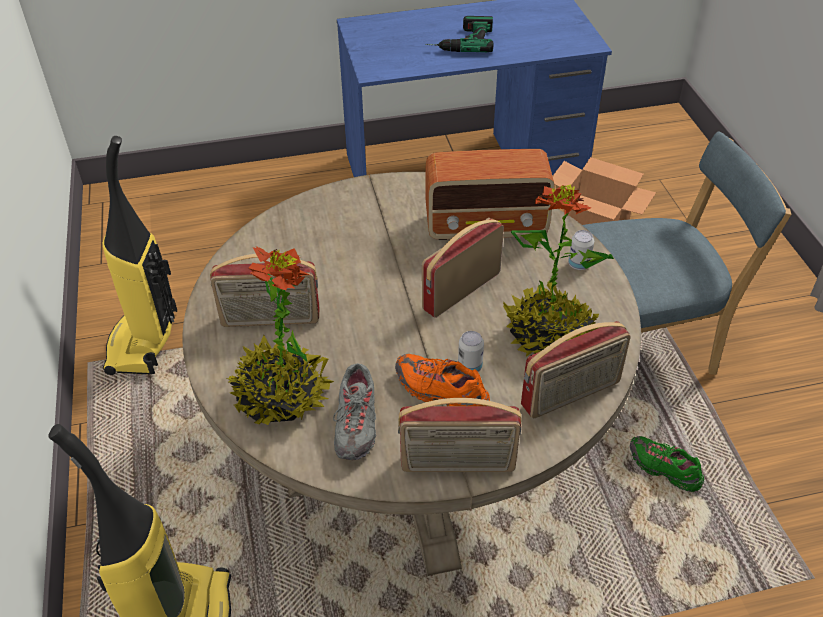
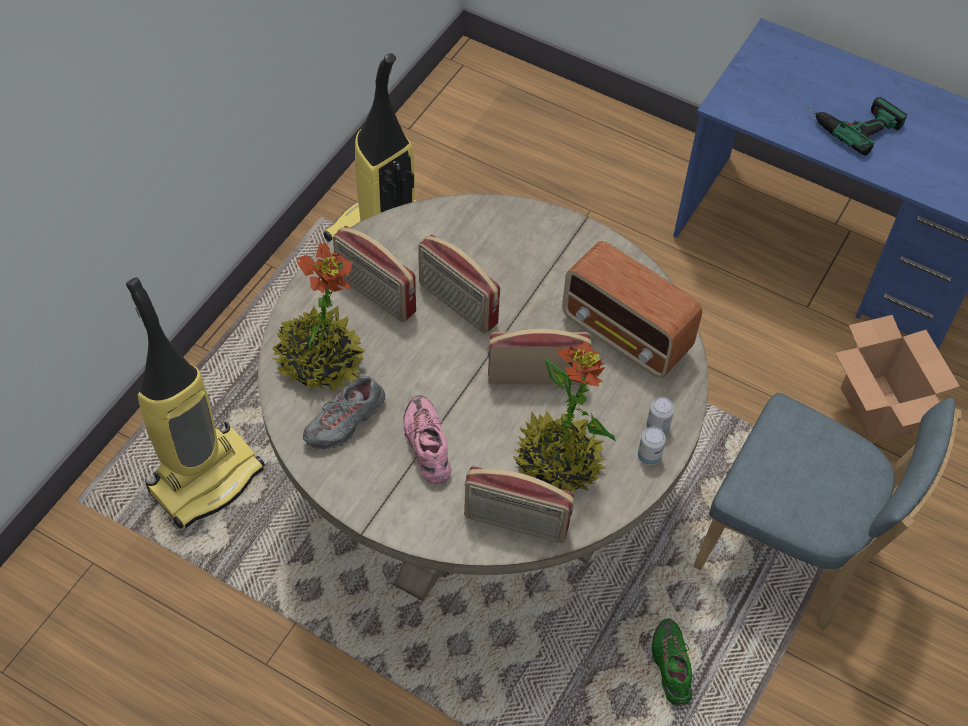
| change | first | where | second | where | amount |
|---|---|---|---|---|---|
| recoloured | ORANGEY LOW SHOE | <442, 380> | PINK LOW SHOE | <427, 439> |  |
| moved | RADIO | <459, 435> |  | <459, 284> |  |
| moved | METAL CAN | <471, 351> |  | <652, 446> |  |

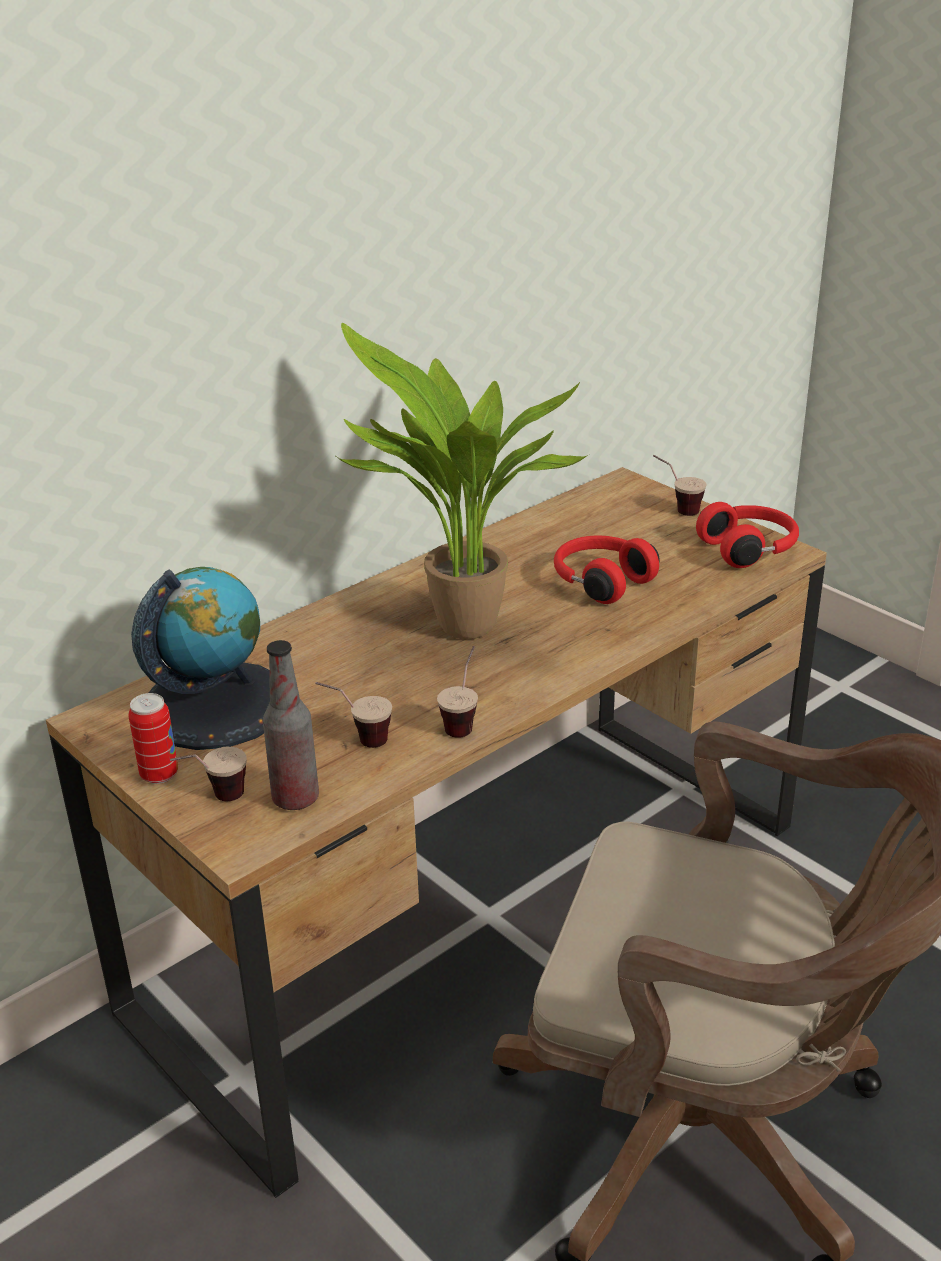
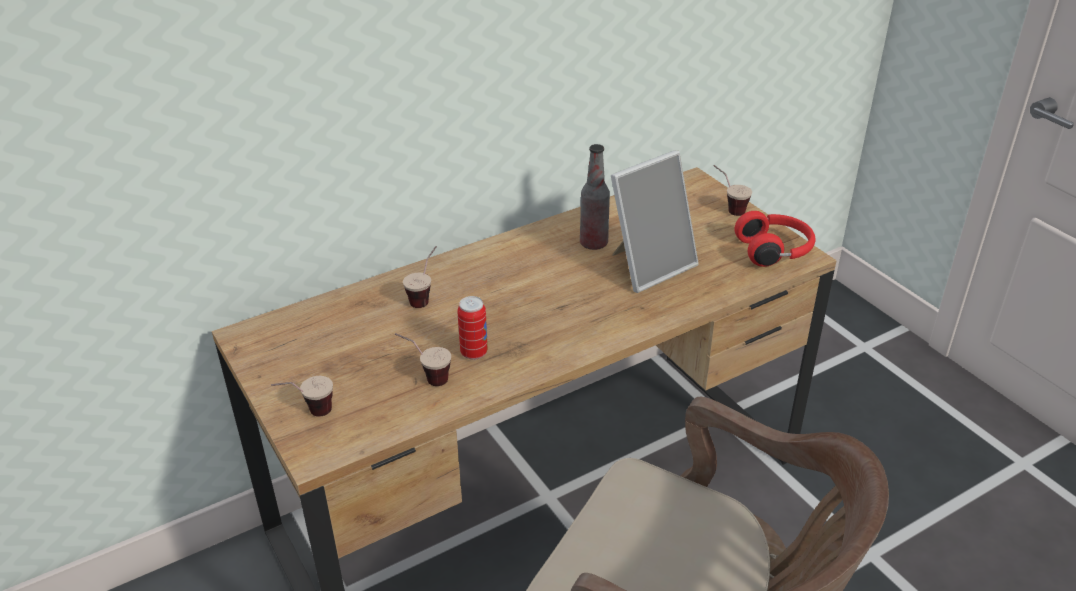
| change | first | where | second | where | amount |
|---|---|---|---|---|---|
| moved | SMALL CUP | <457, 692> |  | <420, 277> |  |
| moved | METAL CAN | <153, 738> |  | <472, 328> |  |
| moved | BOTTLE | <291, 725> |  | <595, 197> |  |
| replaced | RED HEADSET | <607, 569> | STANDING FRAME | <655, 221> |  |
| removed | WORLD GLOBE | <200, 658> |  |  |  |
| removed | POTTED PLANT | <462, 481> |  |  |  |

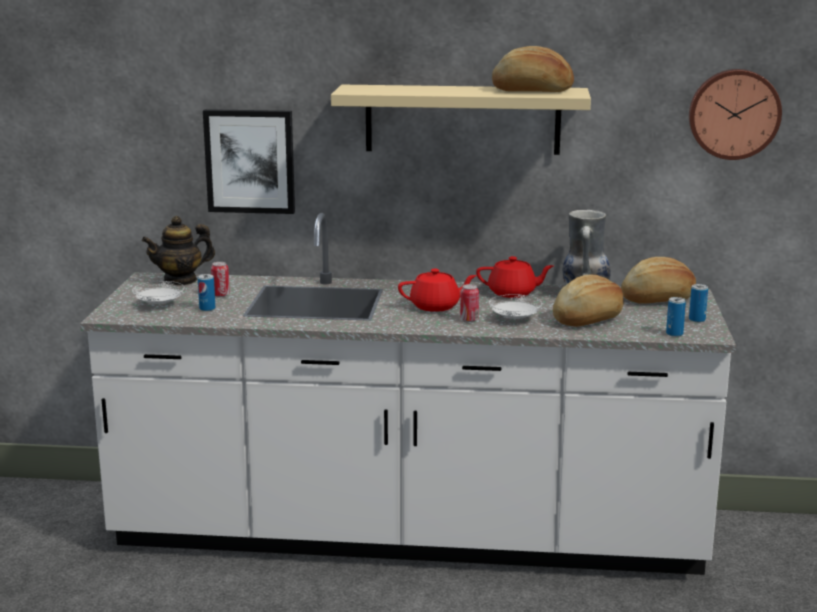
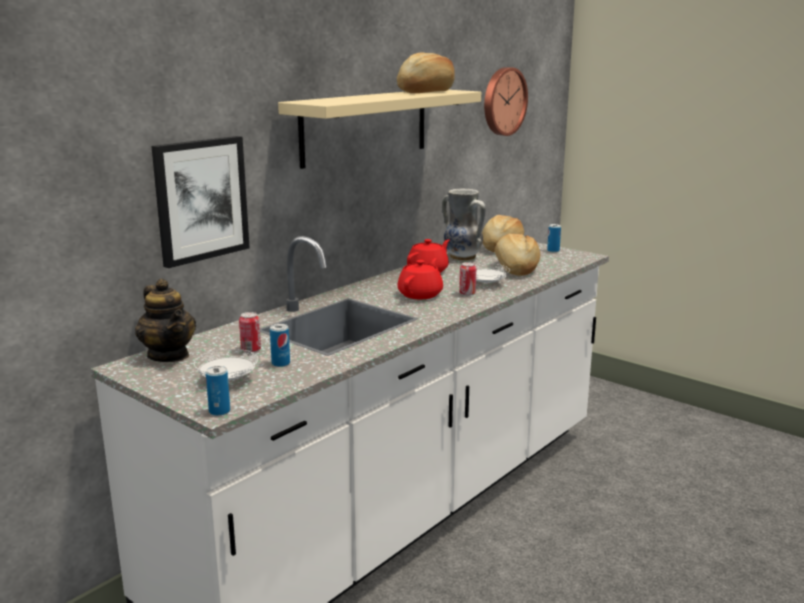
| change | first | where | second | where | amount |
|---|---|---|---|---|---|
| turned | TEA POT | <178, 251> |  | <165, 320> | 45 degrees counterclockwise |
| moved | METAL CAN | <676, 317> |  | <218, 391> |  |

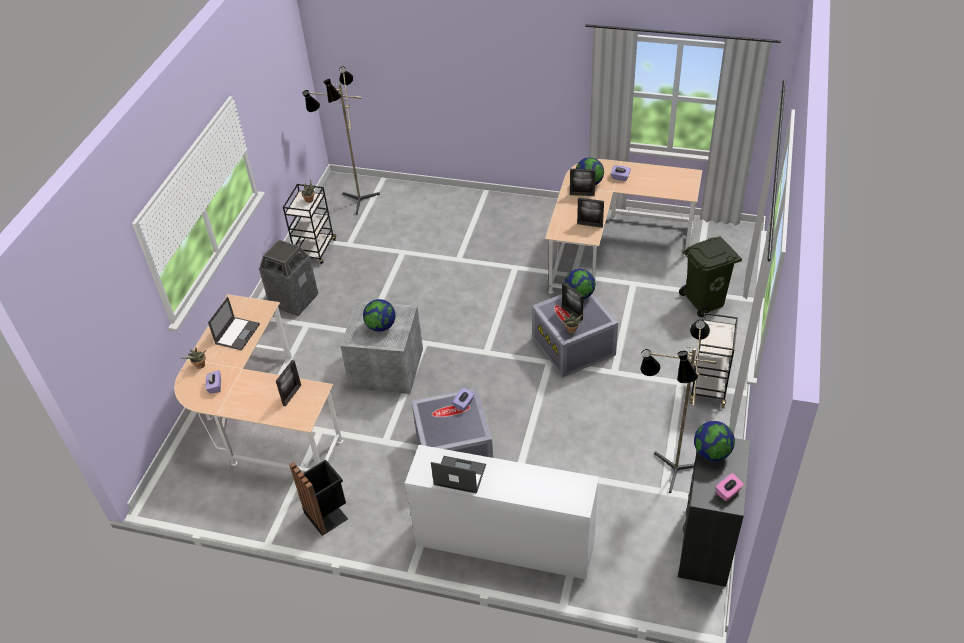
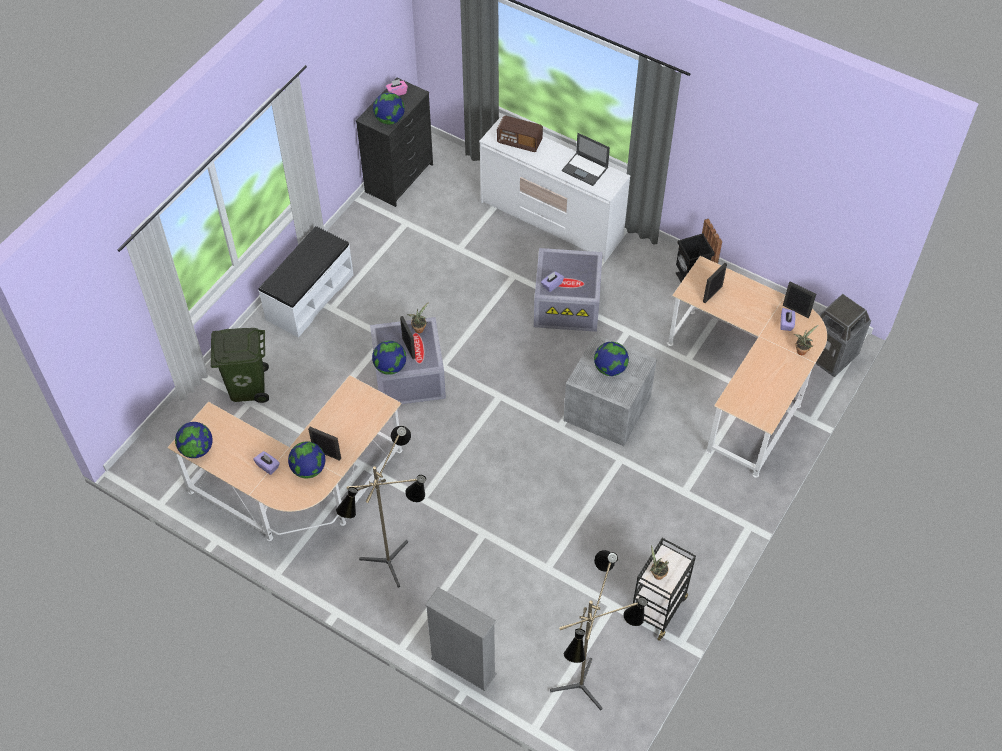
| change | first | where | second | where | amount |
|---|---|---|---|---|---|
| added |  |  | WORLD GLOBE | <194, 440> |  |
| replaced | BLACK TROLLEY | <713, 361> | WHITE BENCH | <306, 282> |  |
| moved | FLOOR LAMP | <679, 406> |  | <381, 507> |  |
| added |  |  | GREY SHELVING UNIT | <461, 639> |  |
| added |  |  | RADIO | <520, 133> |  |
| moved | STANDING FRAME | <590, 212> |  | <799, 299> |  |
| moved | WASTE BIN | <288, 278> |  | <843, 335> |  |
| removed | LAPTOP | <234, 323> |  |  |  |

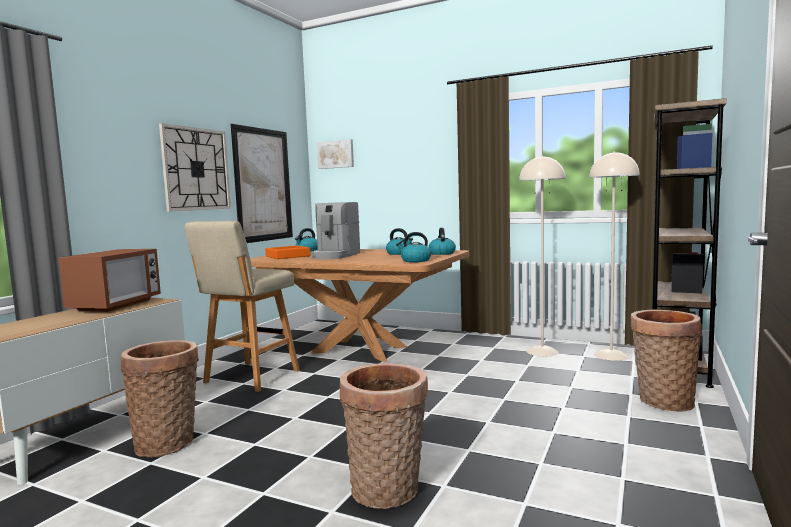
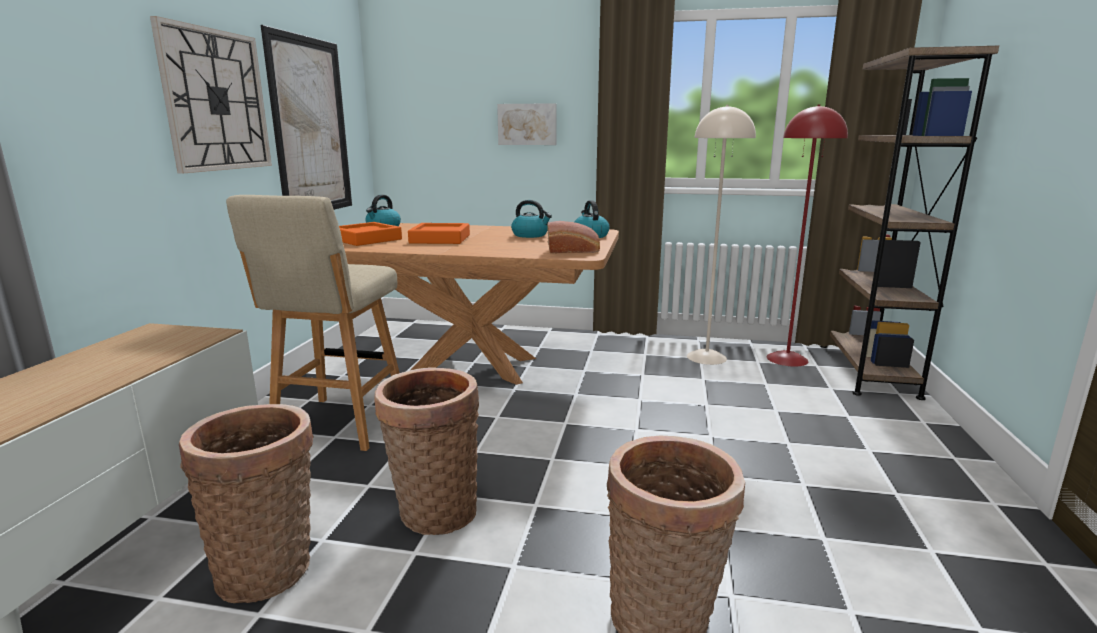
| change | first | where | second | where | amount |
|---|---|---|---|---|---|
| moved | BASKET | <666, 361> |  | <426, 451> |  |
| replaced | COFFEE MAKER | <335, 231> | ORANGEY CARRYING TRAY | <439, 233> |  |
| moved | WALL PICTURE | <335, 154> |  | <527, 124> |  |
| replaced | WATER KETTLE | <413, 247> | BAKED BREAD | <573, 237> |  |
| recoloured | BEIGE-COLOURED FLOOR LAMP | <614, 256> | RED FLOOR LAMP | <807, 235> |  |
| removed | MICROWAVE OVEN | <109, 280> |  |  |  |

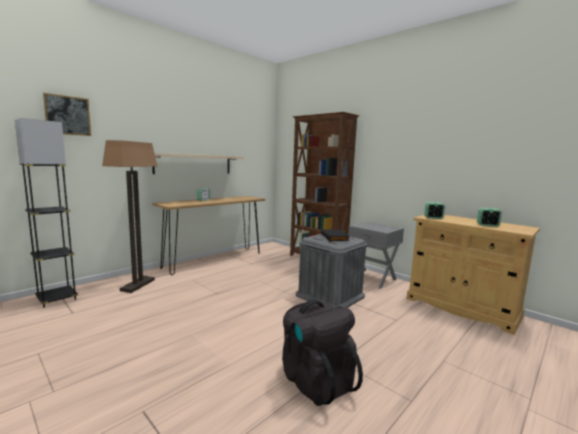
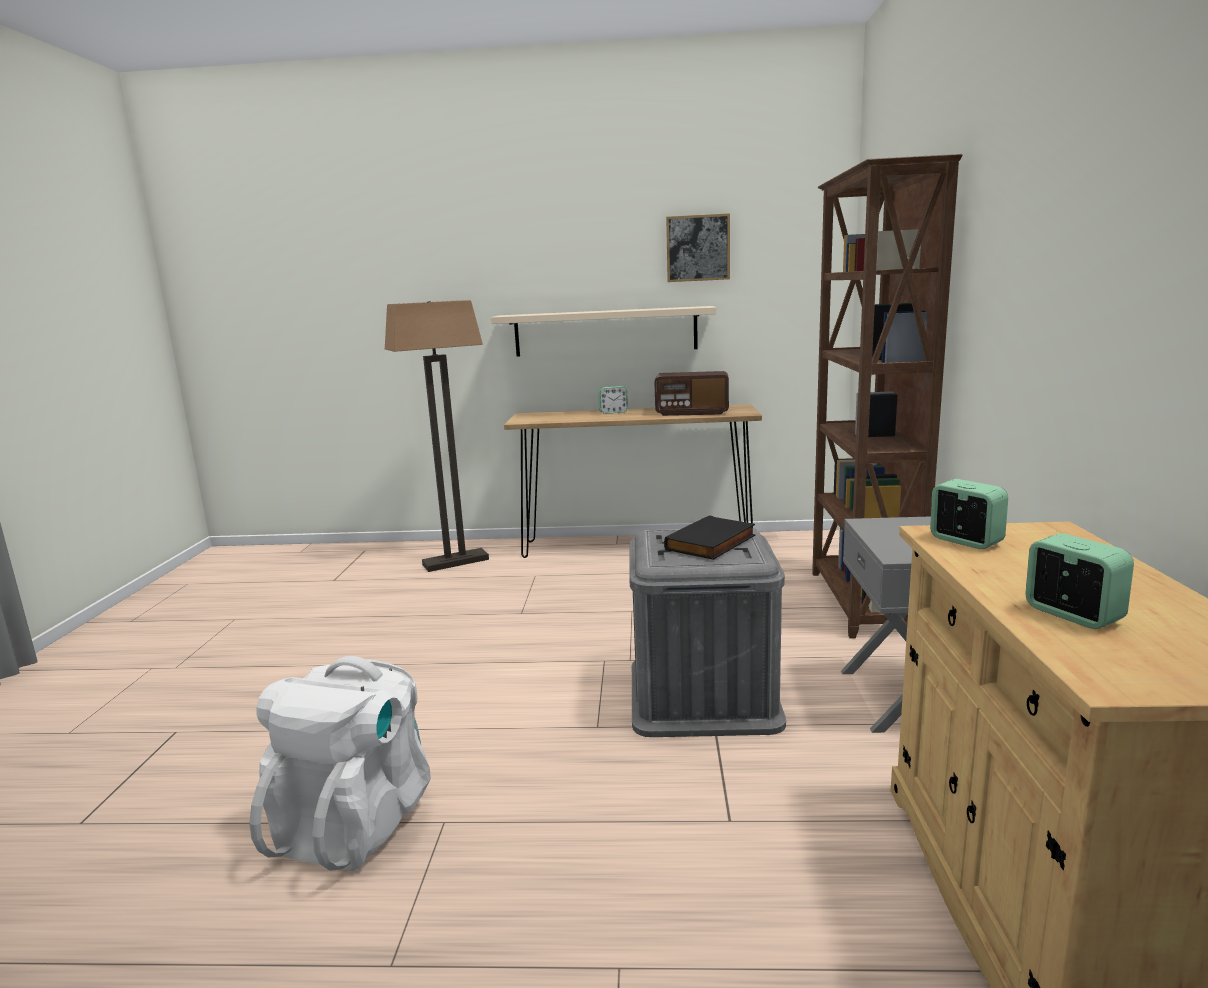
| change | first | where | second | where | amount |
|---|---|---|---|---|---|
| recoloured | BLACK KNAPSACK | <322, 352> | WHITE KNAPSACK | <340, 763> |  |
| added |  |  | RADIO | <691, 393> |  |
| moved | WALL PICTURE | <67, 114> |  | <698, 247> |  |
| removed | GREY FLOOR LAMP | <46, 213> |  |  |  |

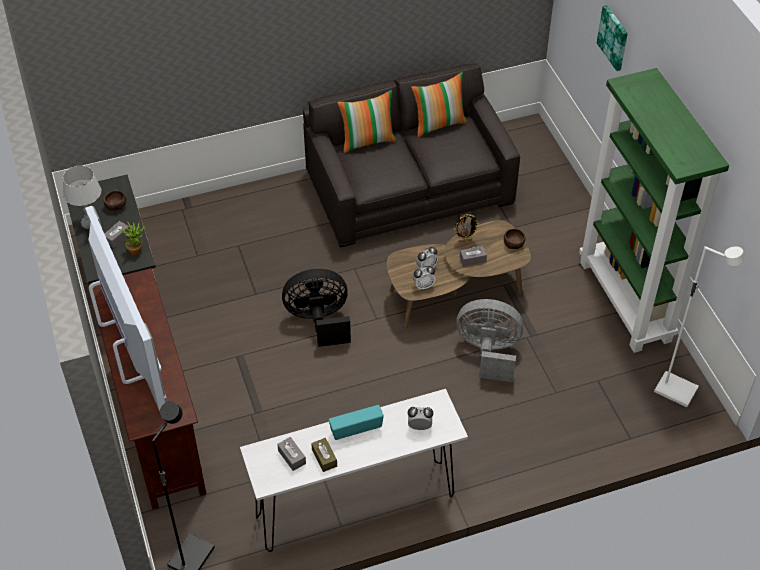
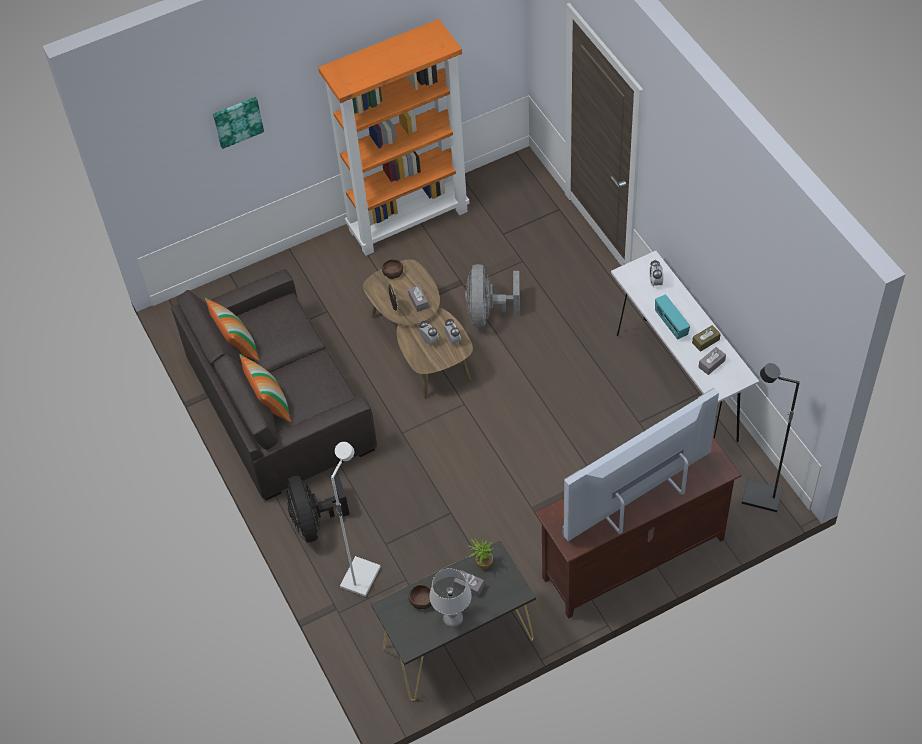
| change | first | where | second | where | amount |
|---|---|---|---|---|---|
| moved | BLACK FAN | <316, 308> |  | <318, 506> |  |
| recoloured | GREENISH SHELVING UNIT | <654, 210> | ORANGEY SHELVING UNIT | <394, 137> |  |
| moved | WHITE FLOOR LAMP | <699, 326> |  | <356, 519> |  |

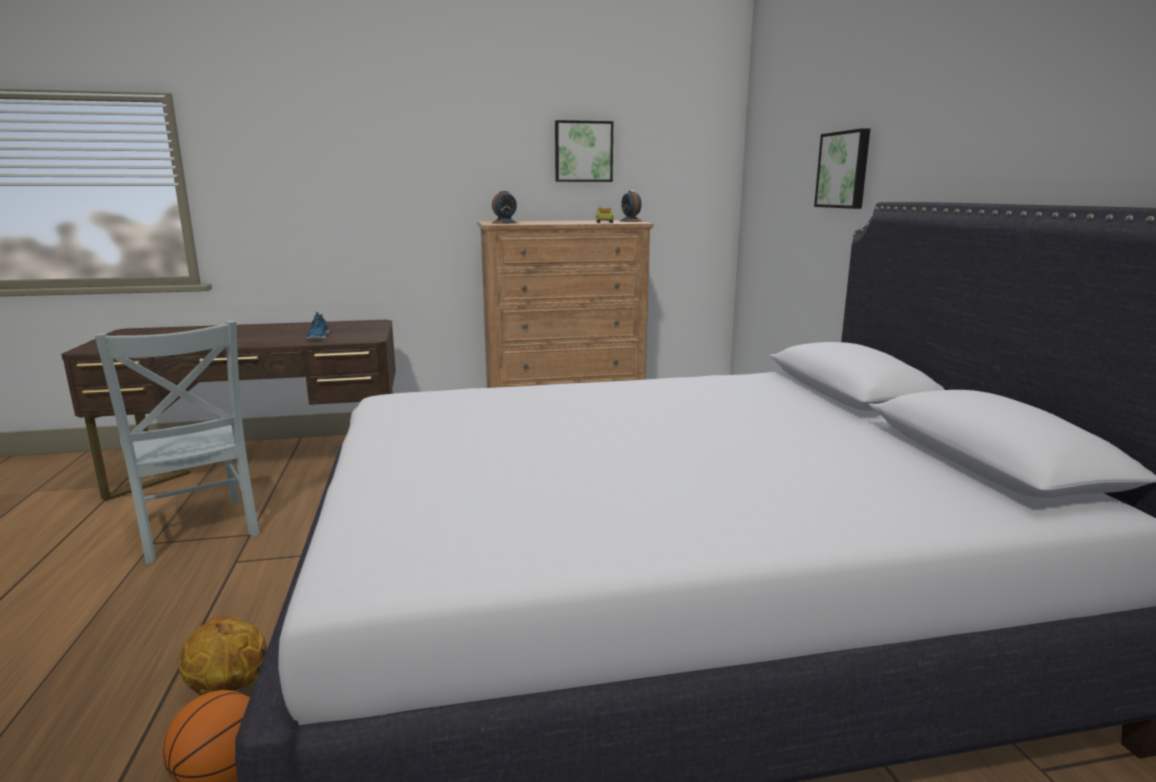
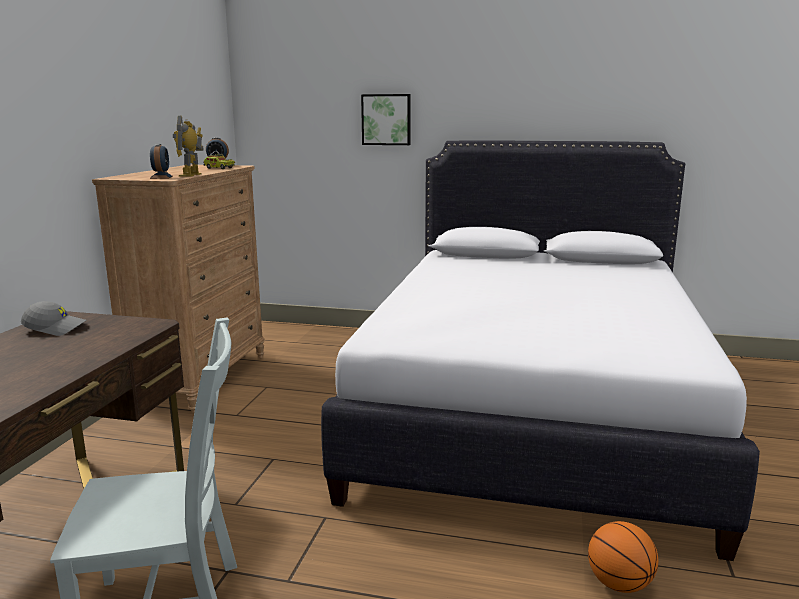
| change | first | where | second | where | amount |
|---|---|---|---|---|---|
| added |  |  | GREY BASEBALL CAP | <54, 318> |  |
| added |  |  | ROBOT FIGURE | <188, 146> |  |
| removed | BASKETBALL | <223, 655> |  |  |  |
| removed | LOW SHOE | <318, 326> |  |  |  |
| removed | WALL PICTURE | <584, 151> |  |  |  |

